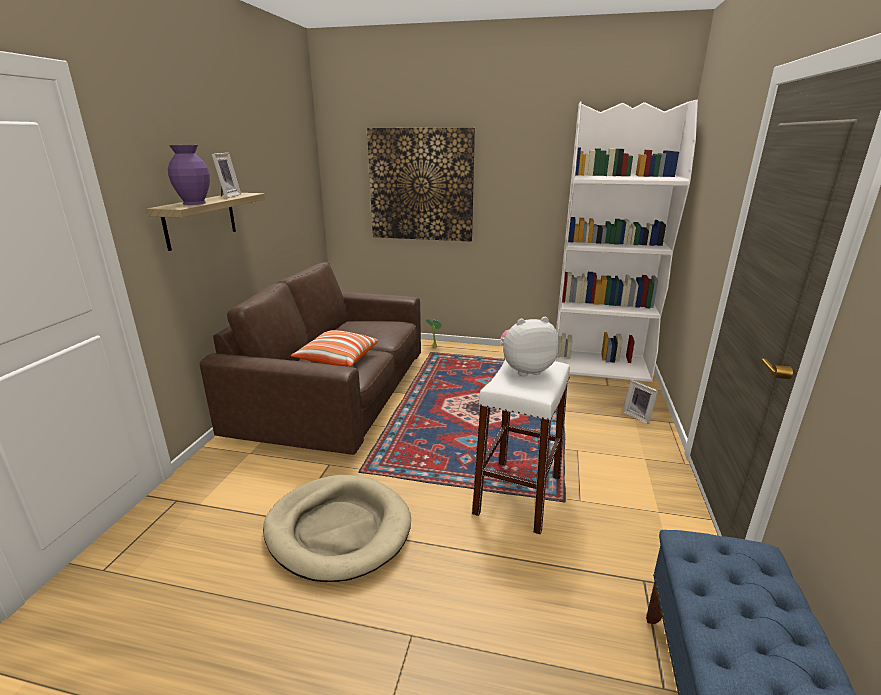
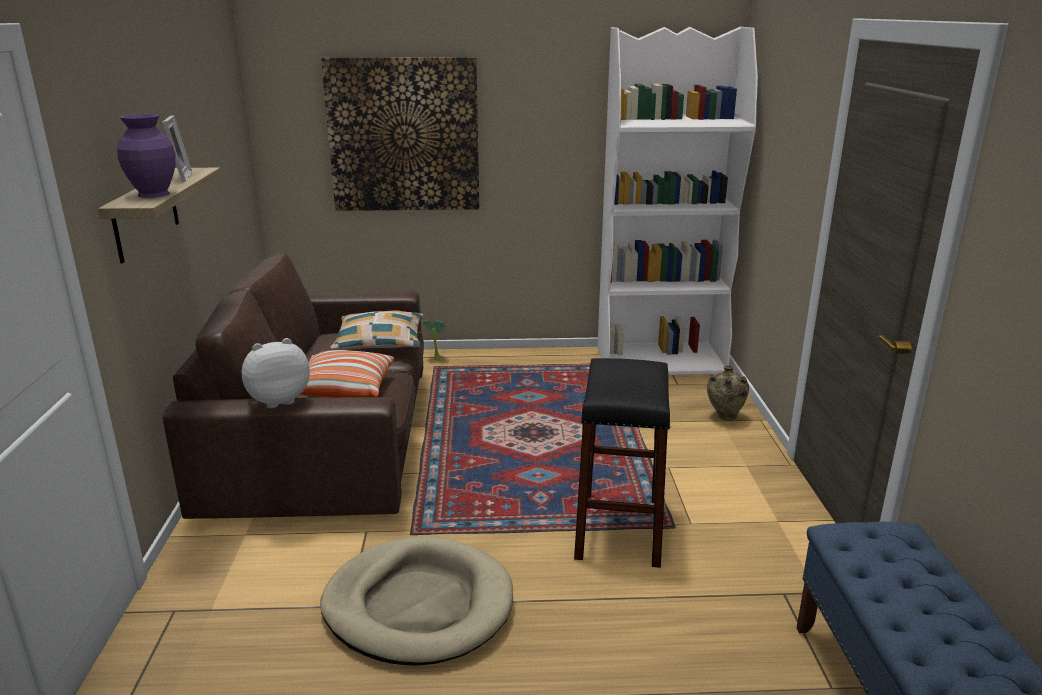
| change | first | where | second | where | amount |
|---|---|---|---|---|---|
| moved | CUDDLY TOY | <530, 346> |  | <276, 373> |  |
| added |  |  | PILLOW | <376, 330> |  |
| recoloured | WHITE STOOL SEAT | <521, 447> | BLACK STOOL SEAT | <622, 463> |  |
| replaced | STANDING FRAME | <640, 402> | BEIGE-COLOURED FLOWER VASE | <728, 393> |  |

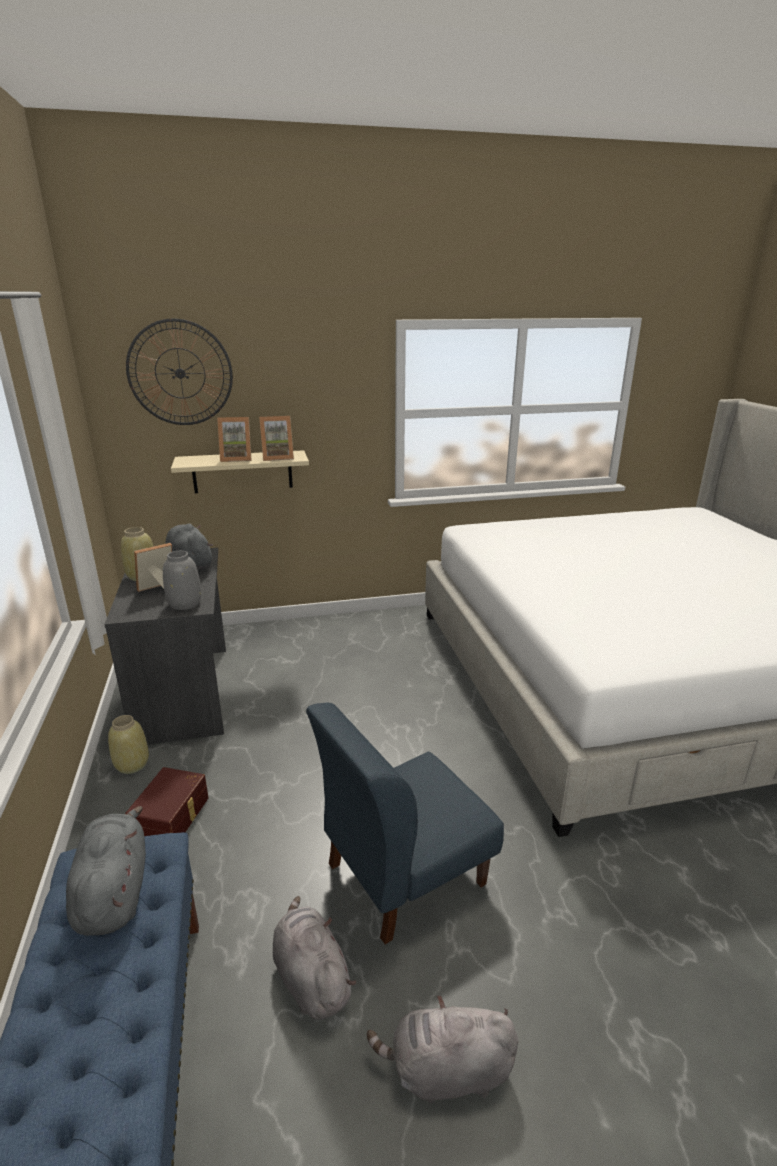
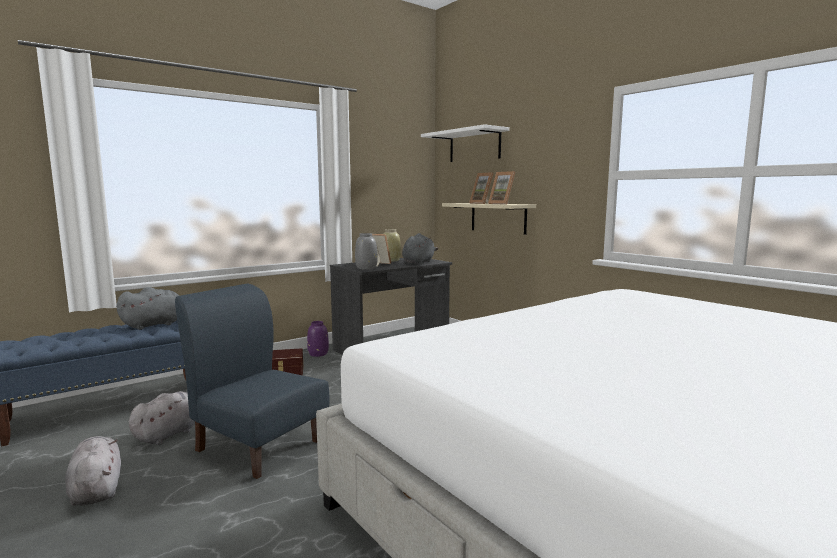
| change | first | where | second | where | amount |
|---|---|---|---|---|---|
| recoloured | BEIGE-COLOURED FLOWER VASE | <128, 744> | PURPLE-COLOURED FLOWER VASE | <318, 339> |  |
| replaced | WALL CLOCK | <179, 371> | WHITE WALL SHELF | <465, 143> |  |

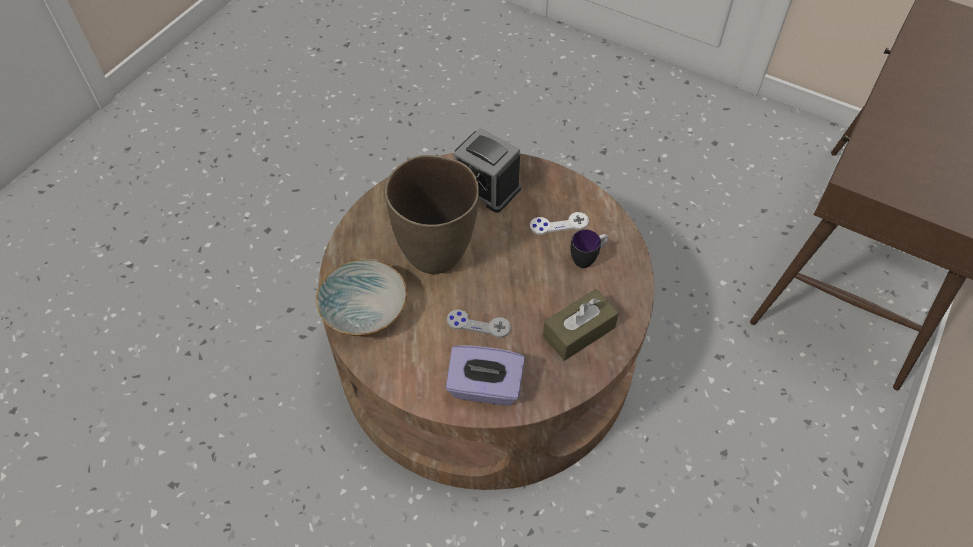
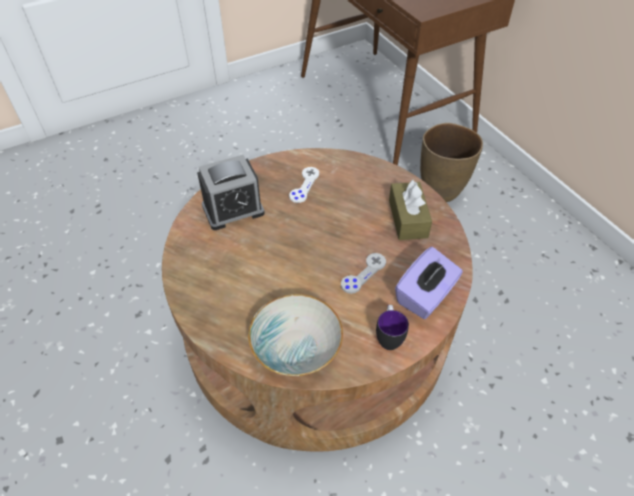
| change | first | where | second | where | amount |
|---|---|---|---|---|---|
| moved | TEA MUG | <589, 248> |  | <392, 327> |  |
| moved | BROWNISH FLOWER VASE | <432, 214> |  | <451, 162> |  |

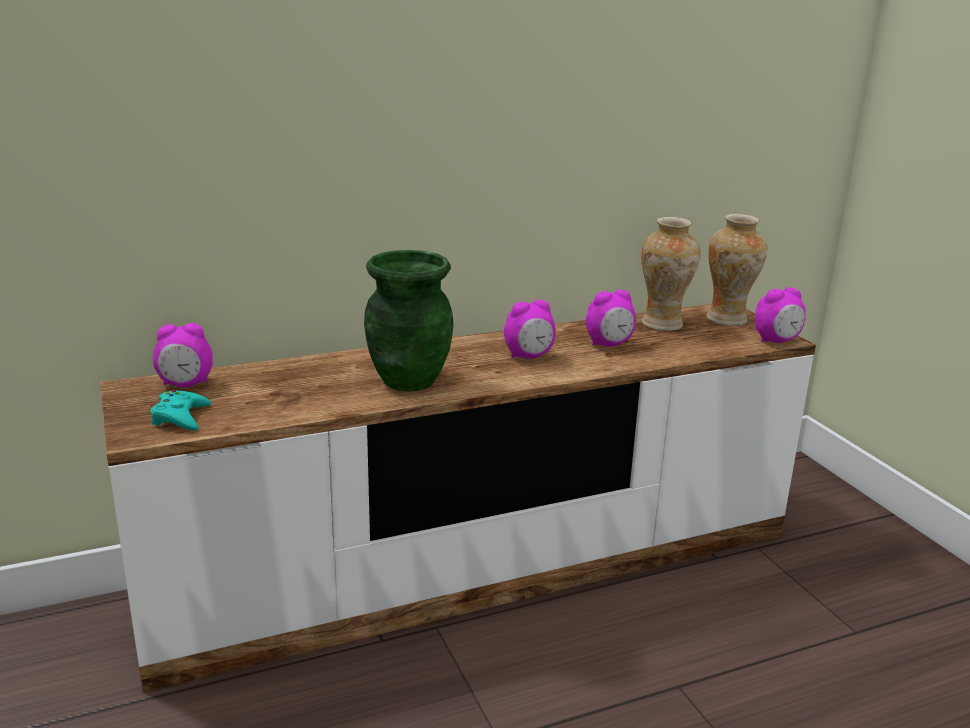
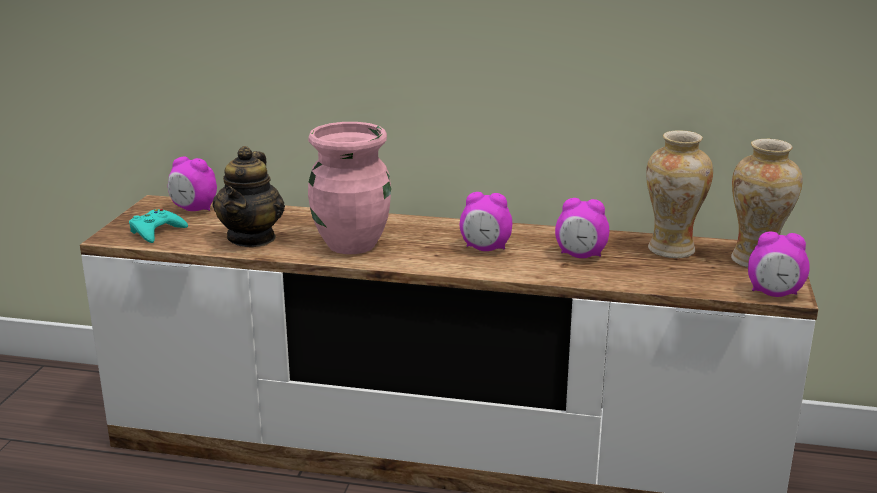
| change | first | where | second | where | amount |
|---|---|---|---|---|---|
| added |  |  | TEA POT | <248, 196> |  |
| recoloured | GREENISH FLOWER VASE | <409, 321> | PINK FLOWER VASE | <349, 188> |  |

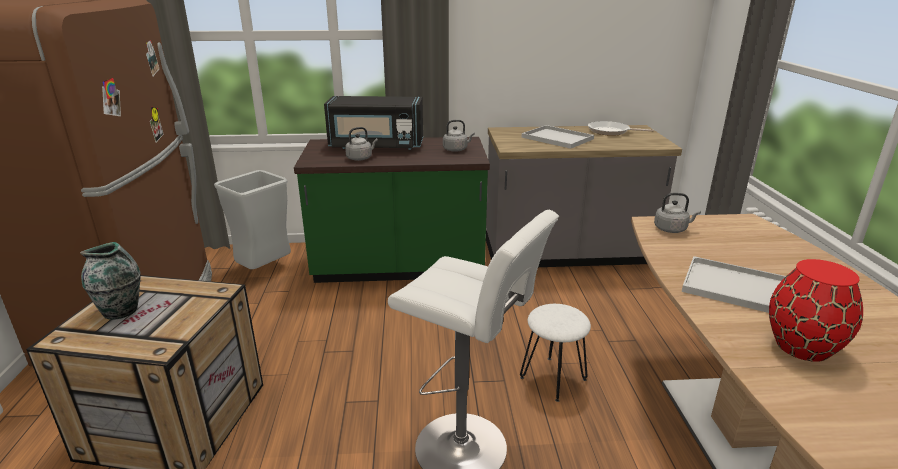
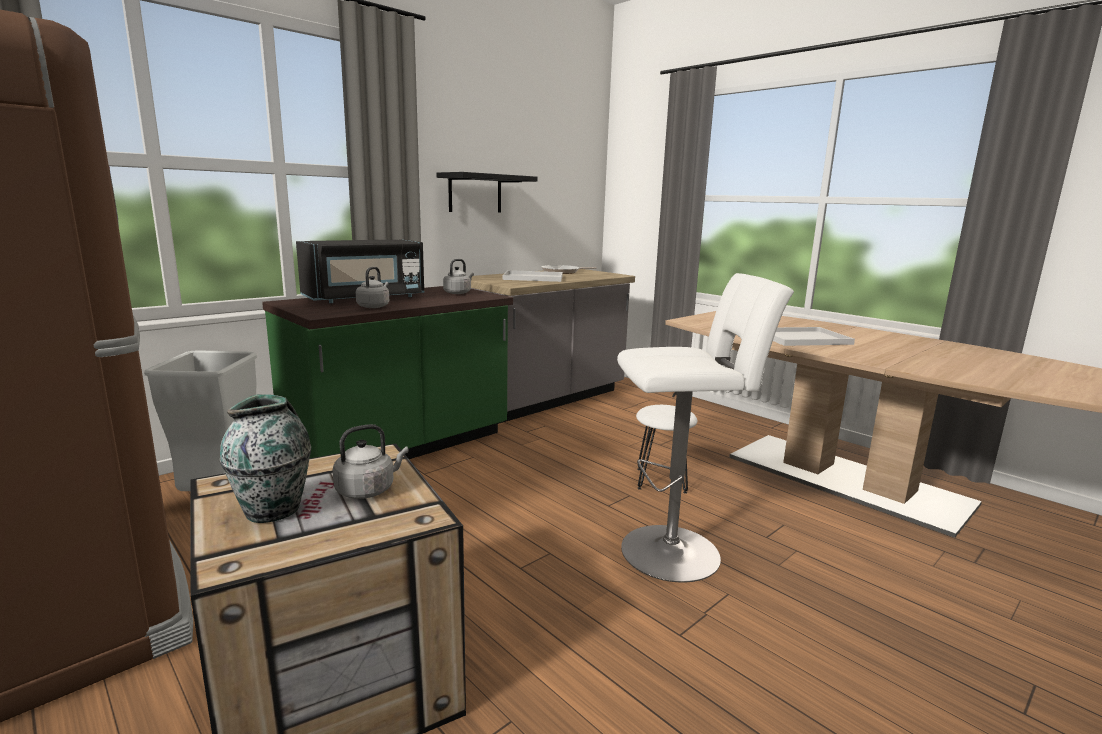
| change | first | where | second | where | amount |
|---|---|---|---|---|---|
| moved | GREY WATER KETTLE | <677, 213> |  | <371, 461> |  |
| added |  |  | BLACK WALL SHELF | <487, 192> |  |
| removed | RED FLOWER VASE | <816, 310> |  |  |  |

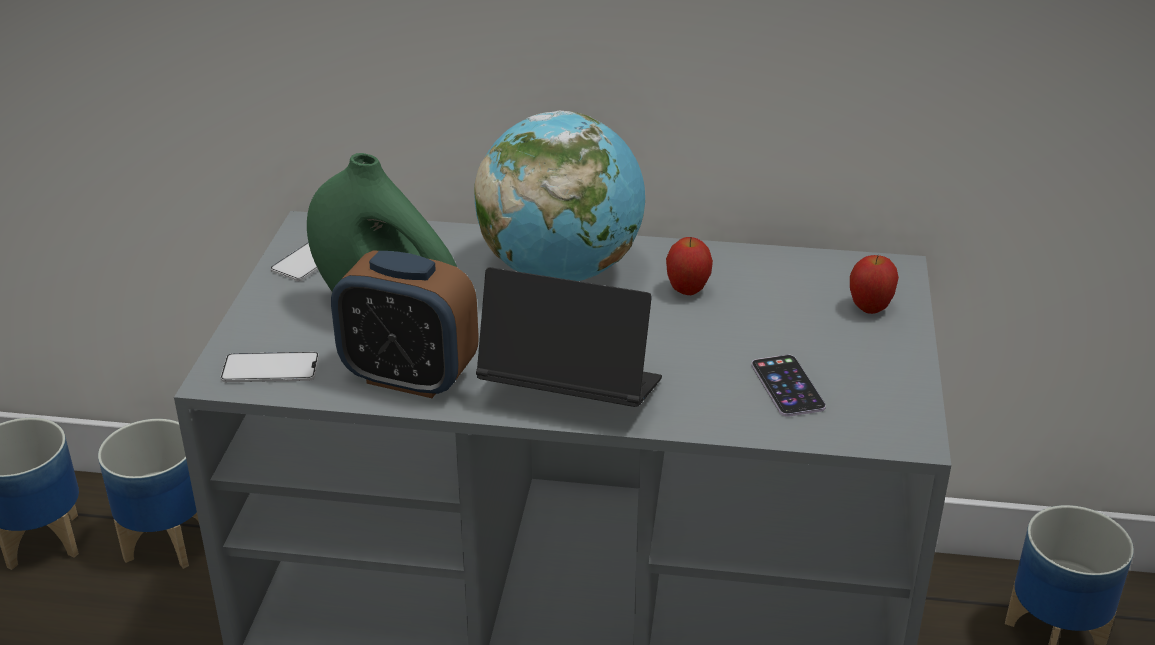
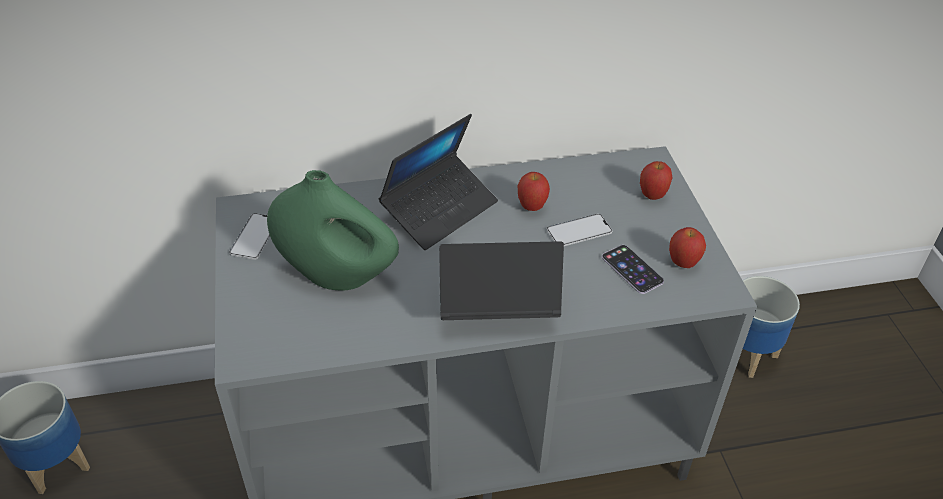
| change | first | where | second | where | amount |
|---|---|---|---|---|---|
| replaced | WORLD GLOBE | <559, 196> | LAPTOP | <438, 182> |  |
| moved | PHONE | <270, 367> |  | <579, 230> |  |
| added |  |  | APPLE FRUIT | <687, 247> |  |
| removed | PLANT POT | <149, 494> |  |  |  |
| removed | ALARM CLOCK | <405, 324> |  |  |  |

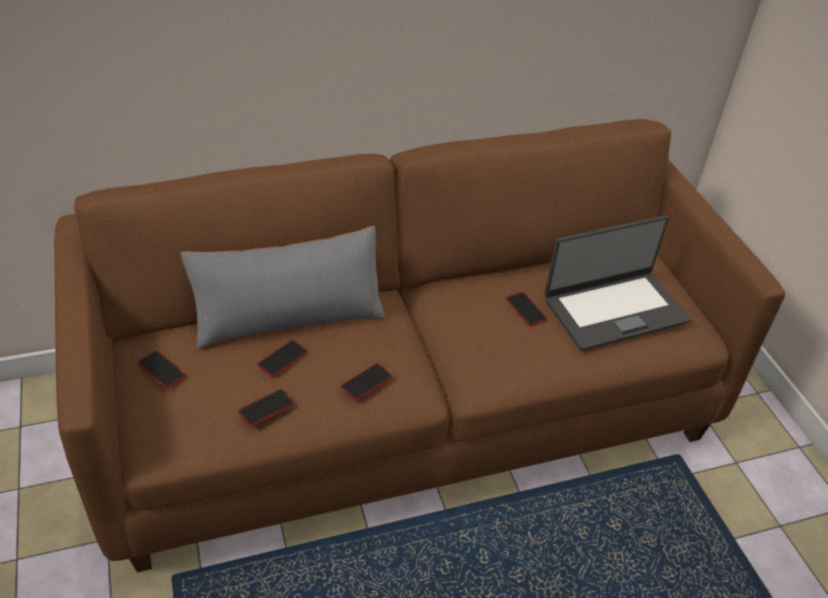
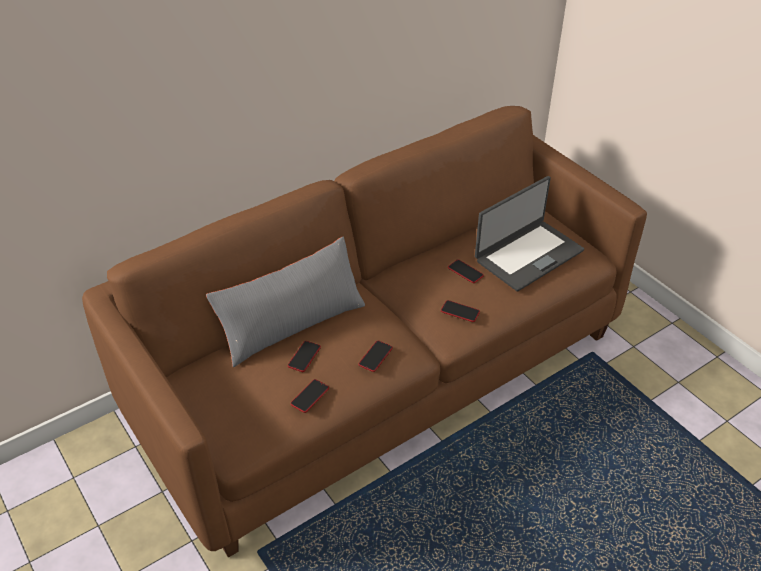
| change | first | where | second | where | amount |
|---|---|---|---|---|---|
| moved | PHONE | <161, 369> |  | <460, 311> |  |

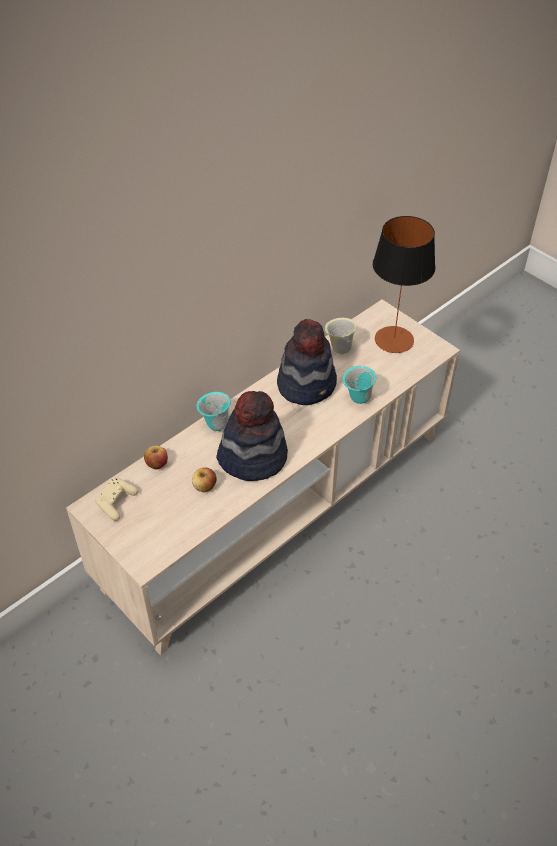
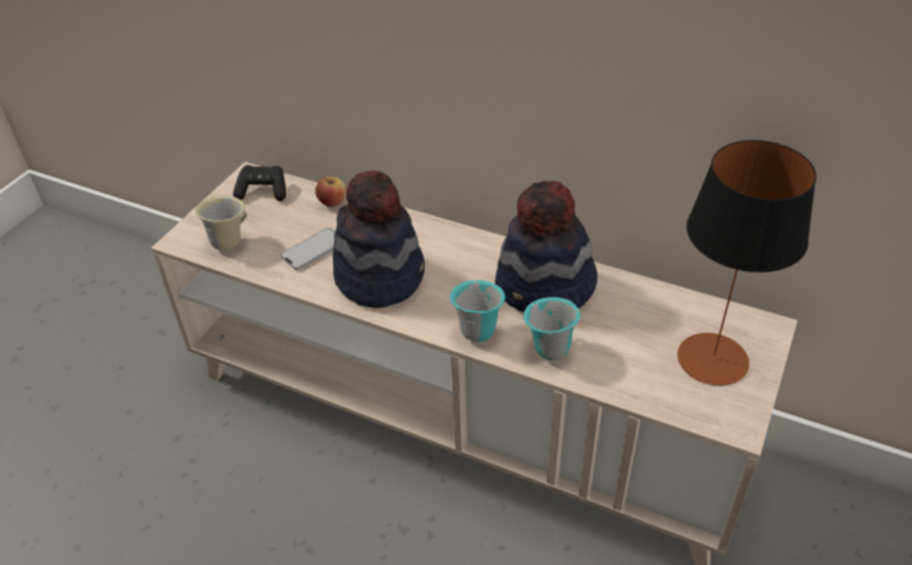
| change | first | where | second | where | amount |
|---|---|---|---|---|---|
| moved | BEIGE-COLOURED TEA MUG | <341, 336> |  | <221, 223> |  |
| recoloured | BEIGE-COLOURED GAMEPAD | <116, 499> | BLACK GAMEPAD | <259, 183> |  |
| replaced | APPLE FRUIT | <204, 479> | PHONE | <307, 249> |  |
| moved | BLUE-GREEN TEA MUG | <213, 411> |  | <477, 311> |  |

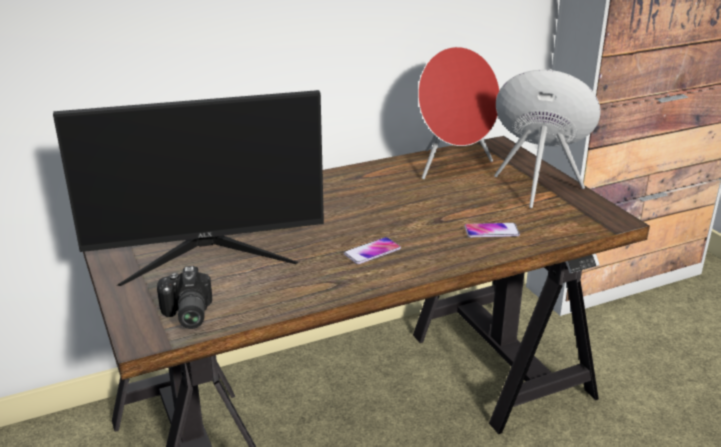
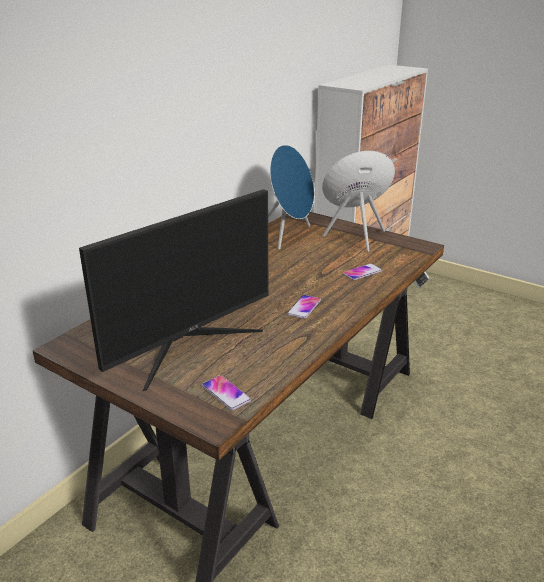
| change | first | where | second | where | amount |
|---|---|---|---|---|---|
| replaced | STILL CAMERA | <184, 297> | PHONE | <226, 392> |  |
| recoloured | RED SPEAKER | <459, 113> | BLUE SPEAKER | <291, 197> |  |

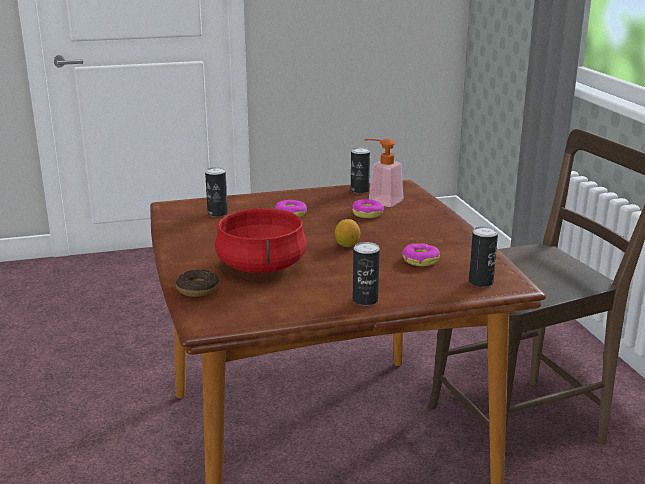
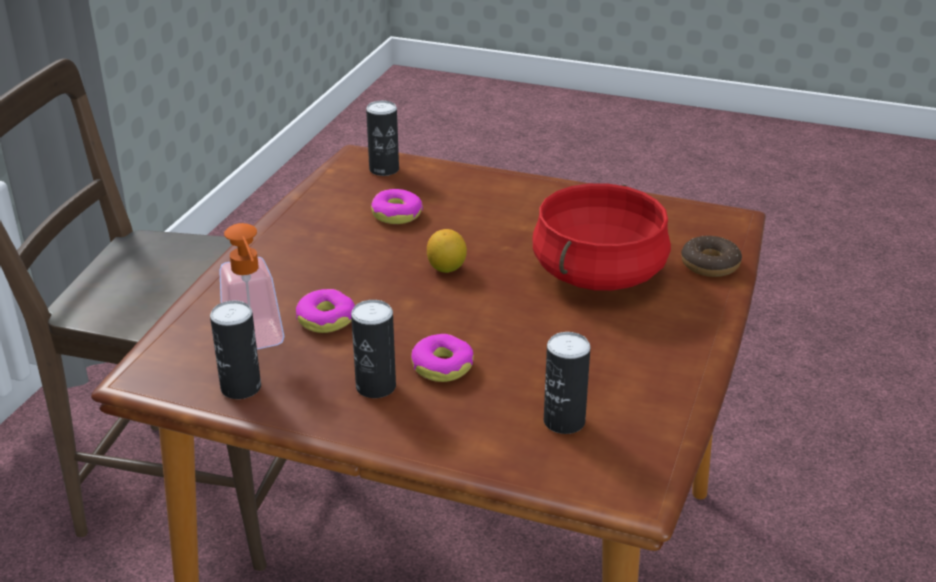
| change | first | where | second | where | amount |
|---|---|---|---|---|---|
| moved | METAL CAN | <366, 274> |  | <373, 349> |  |

